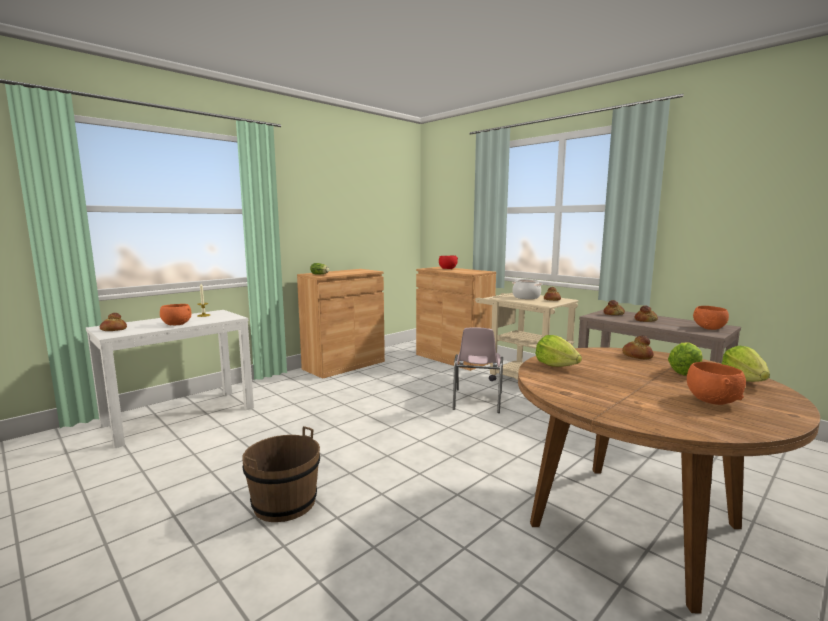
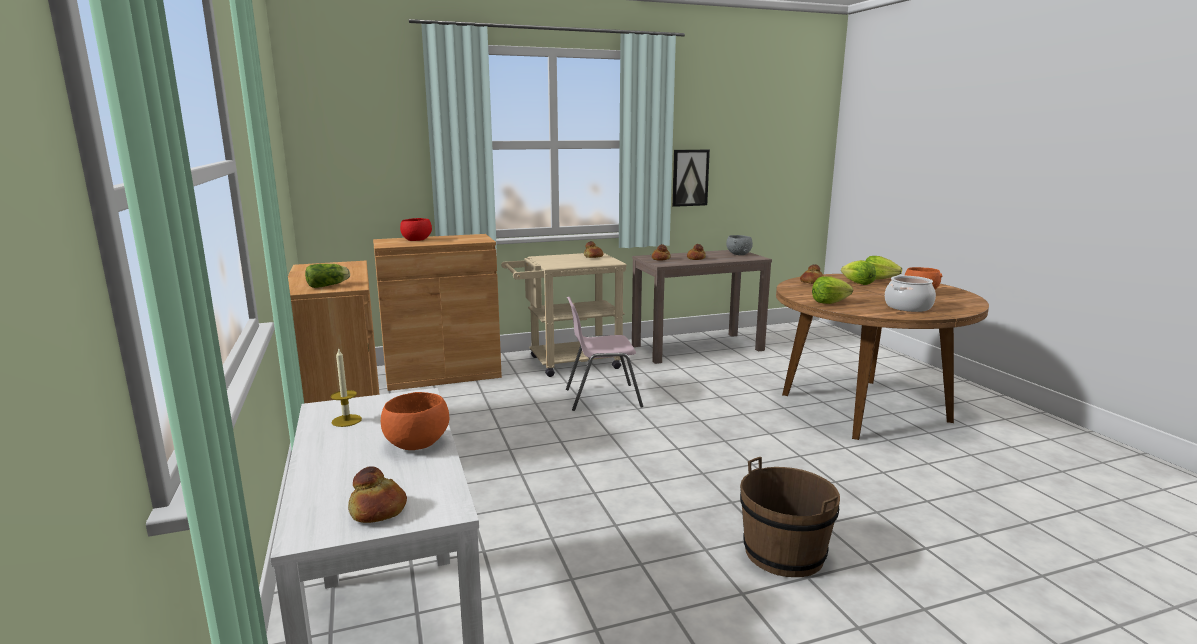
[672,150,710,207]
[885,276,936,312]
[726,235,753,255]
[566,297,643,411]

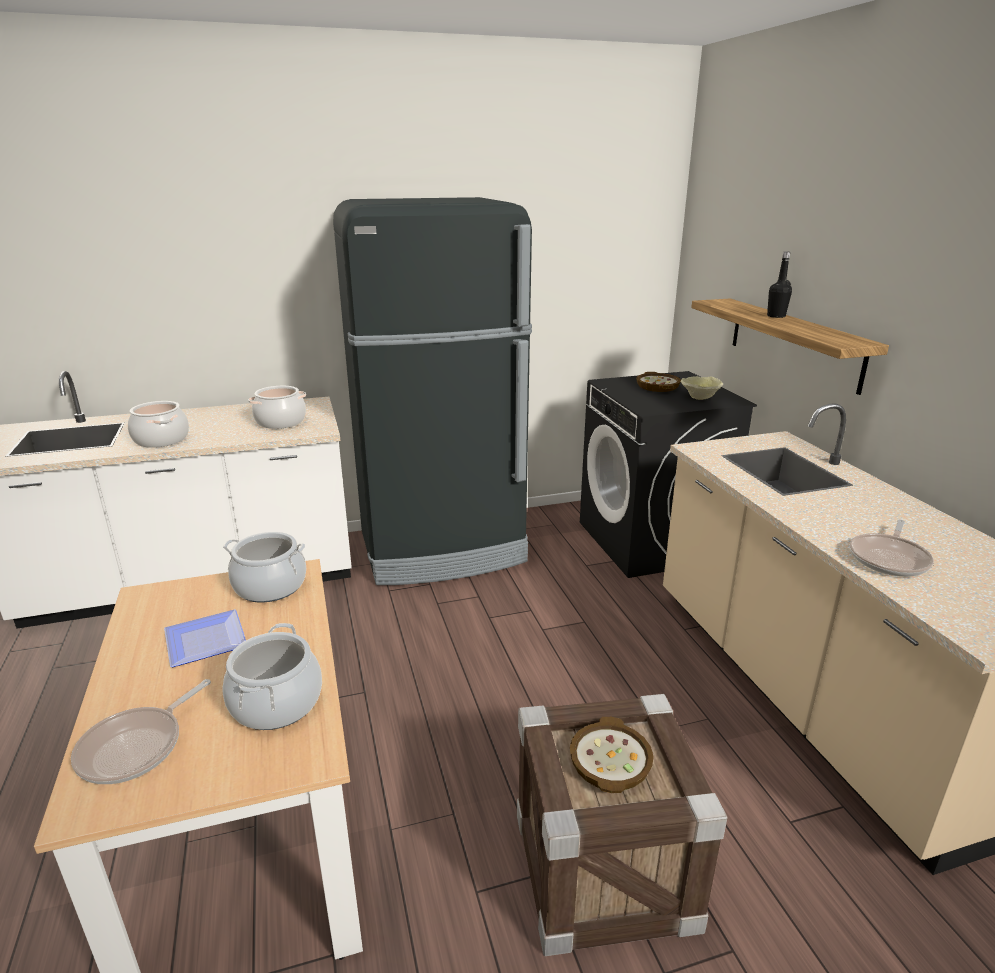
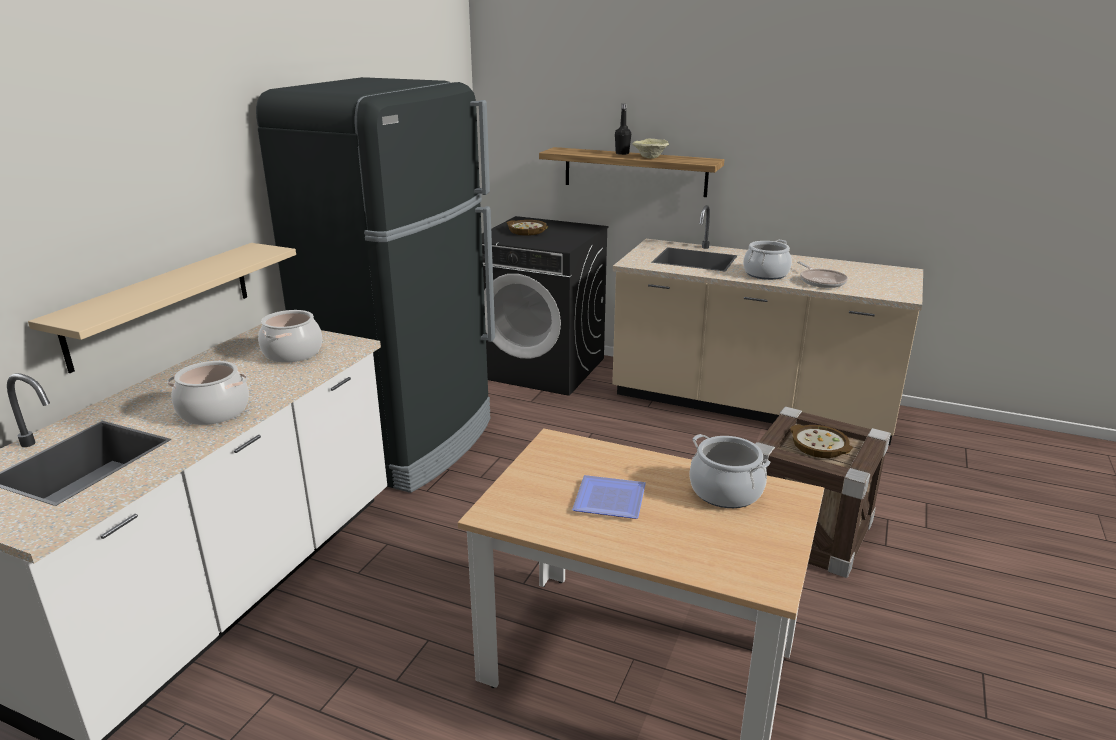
[71,679,211,784] (first image)
[28,243,296,373]
[743,240,792,280]
[633,138,669,159]

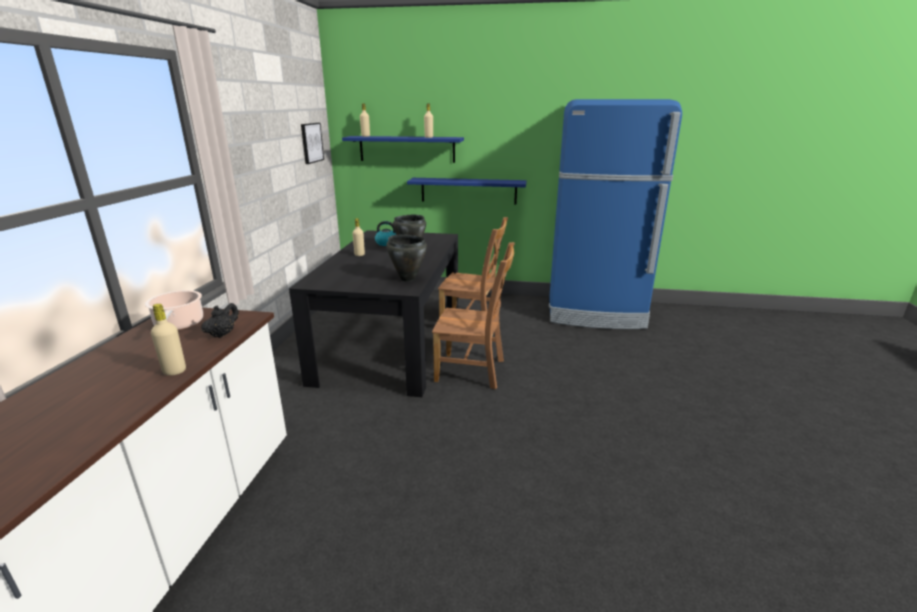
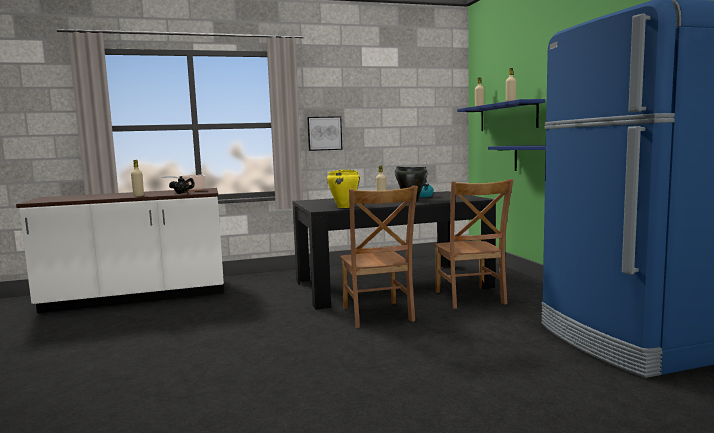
[307,116,342,151]
[327,170,360,208]

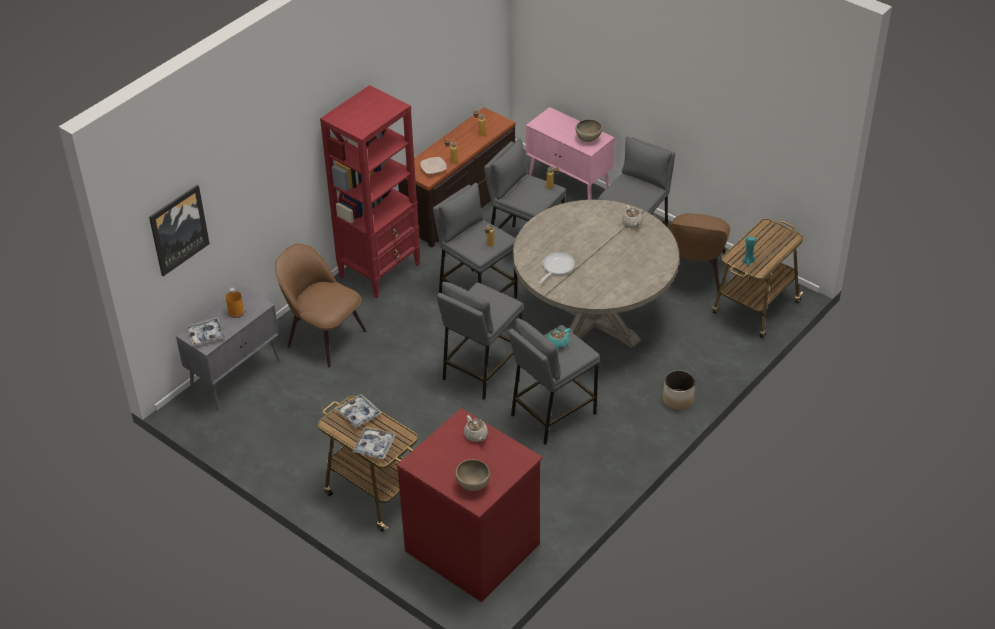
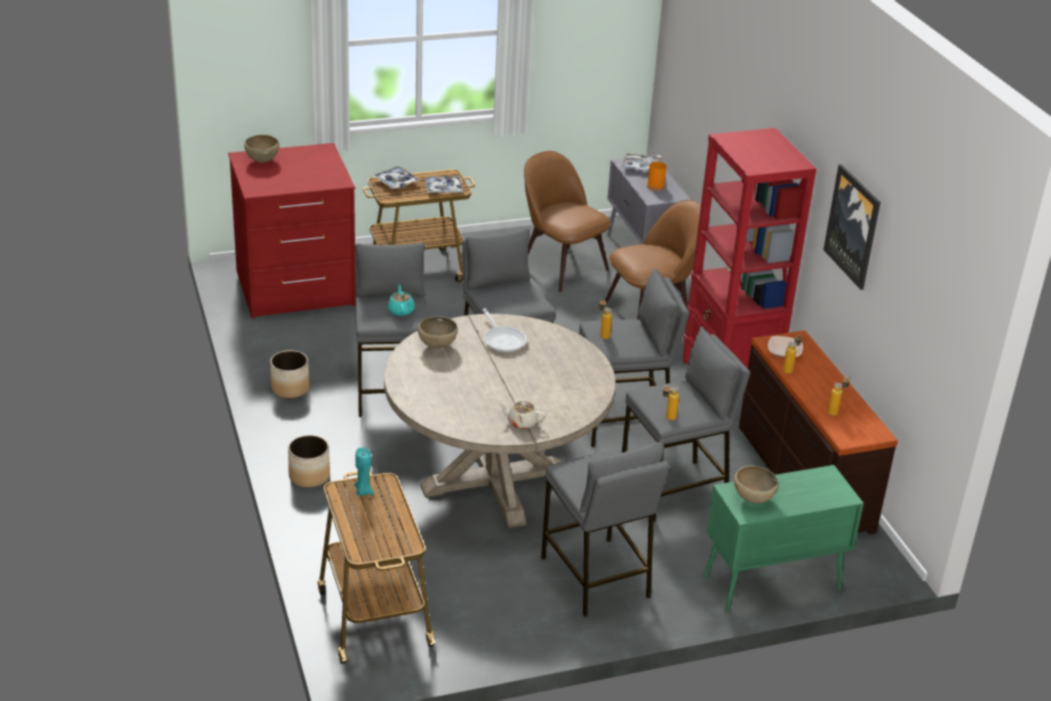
[464,415,488,442] (first image)
[270,350,309,398]
[418,316,458,349]
[823,164,881,290]
[524,151,611,292]
[704,465,864,613]

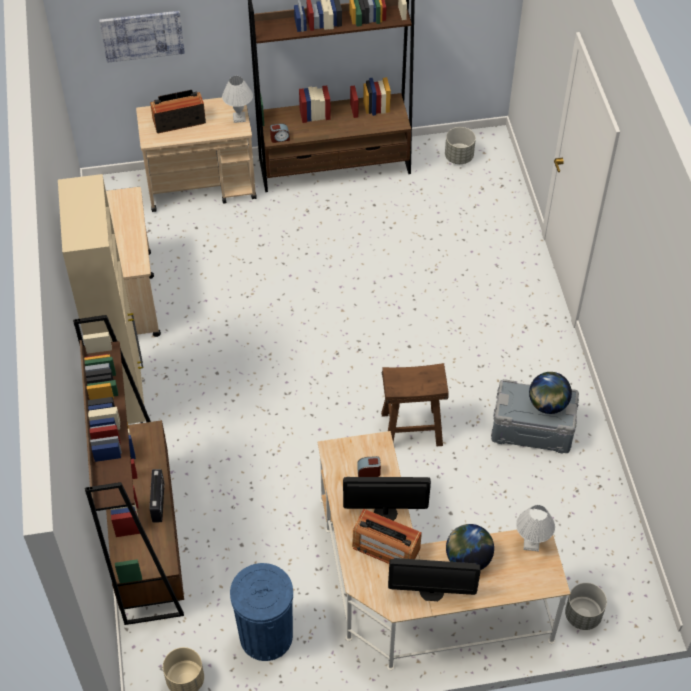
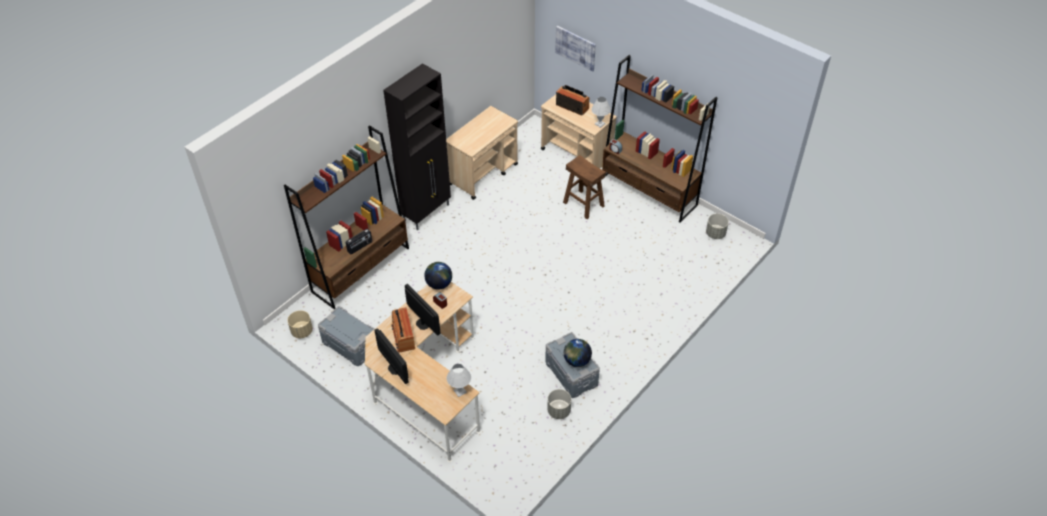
[563,155,606,219]
[424,262,452,290]
[547,389,571,419]
[318,306,374,366]
[383,63,451,230]

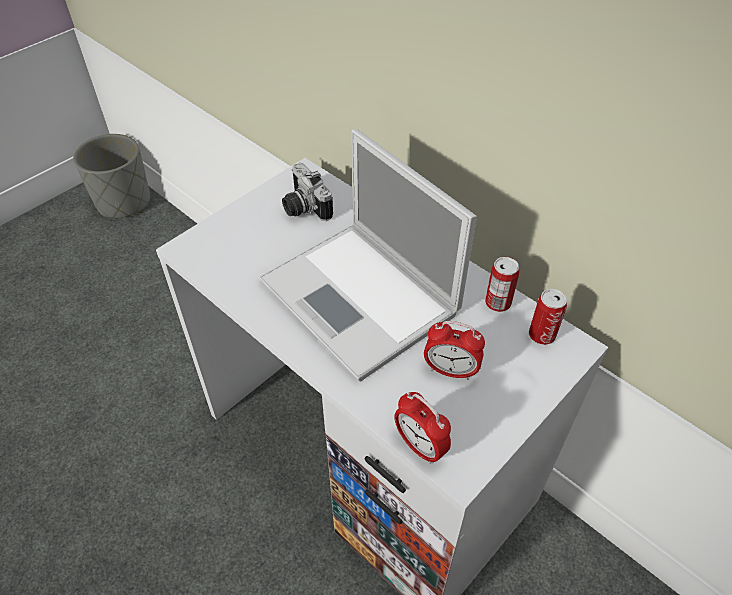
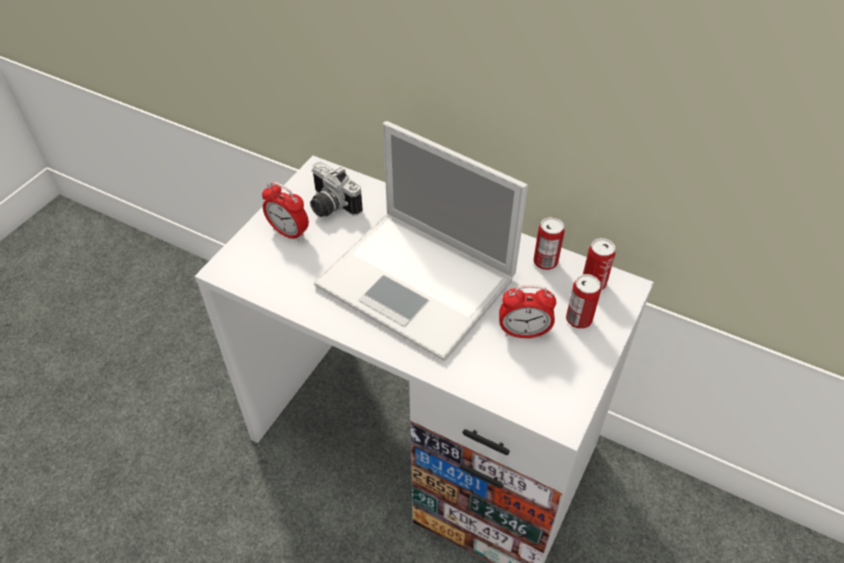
[73,134,150,218] (first image)
[566,274,601,328]
[262,182,309,242]

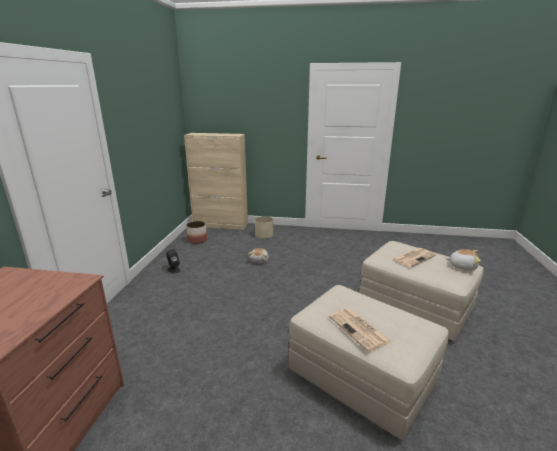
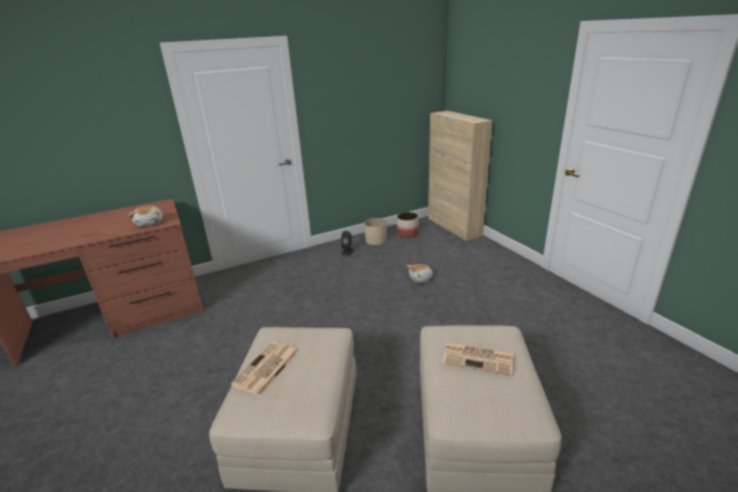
[364,218,387,245]
[128,205,163,226]

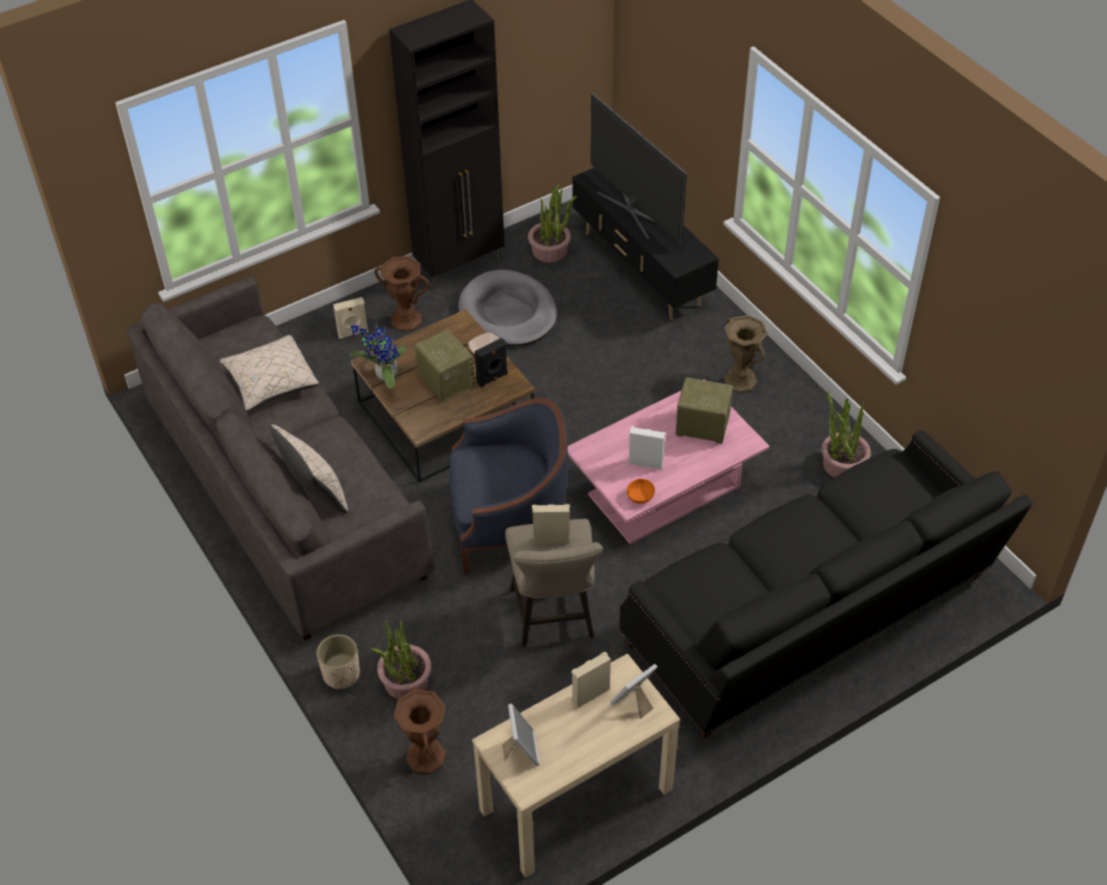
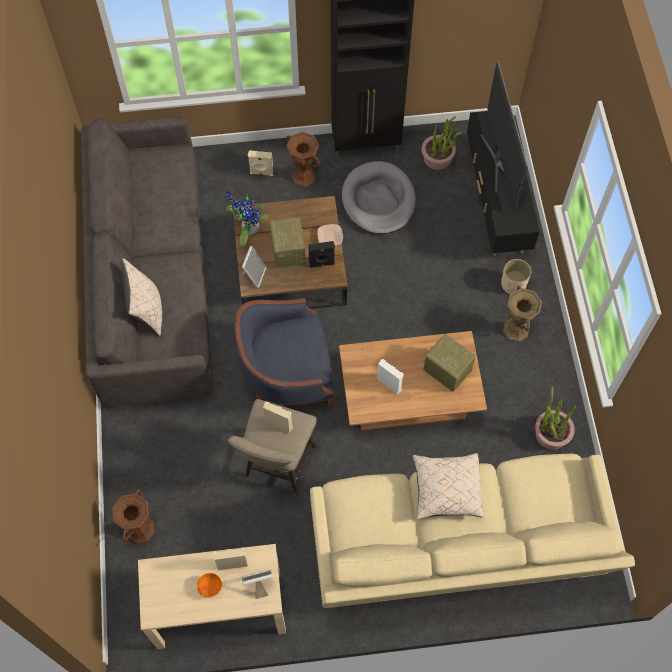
[371,620,432,699] (first image)
[413,453,484,519]
[501,259,531,294]
[241,246,267,288]
[197,573,222,597]
[339,331,487,431]
[310,454,635,608]
[234,298,333,411]

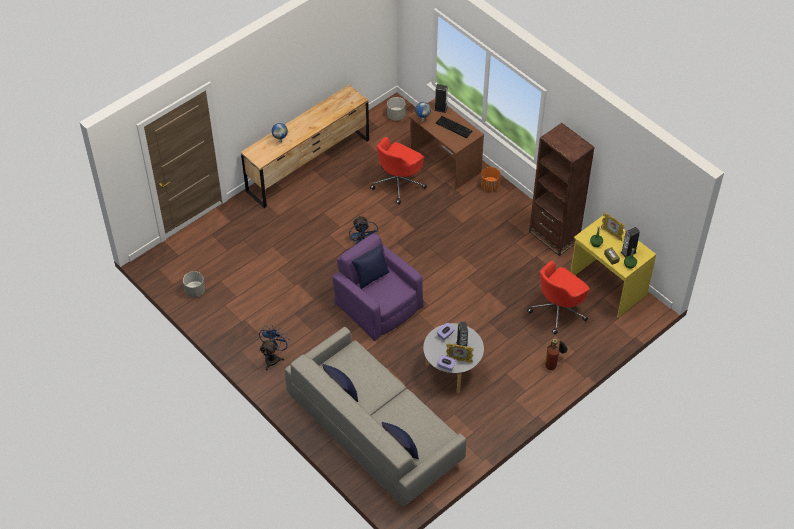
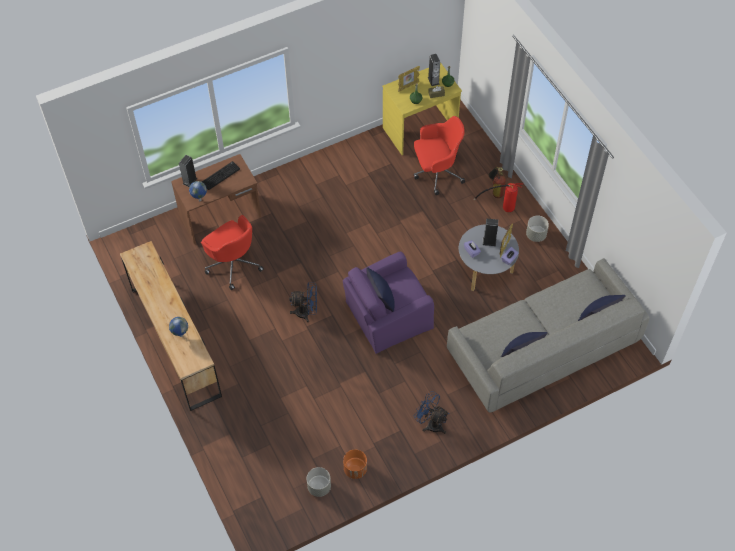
[529,123,595,256] (first image)
[474,183,523,212]
[526,216,549,242]
[343,450,367,479]
[414,116,465,195]

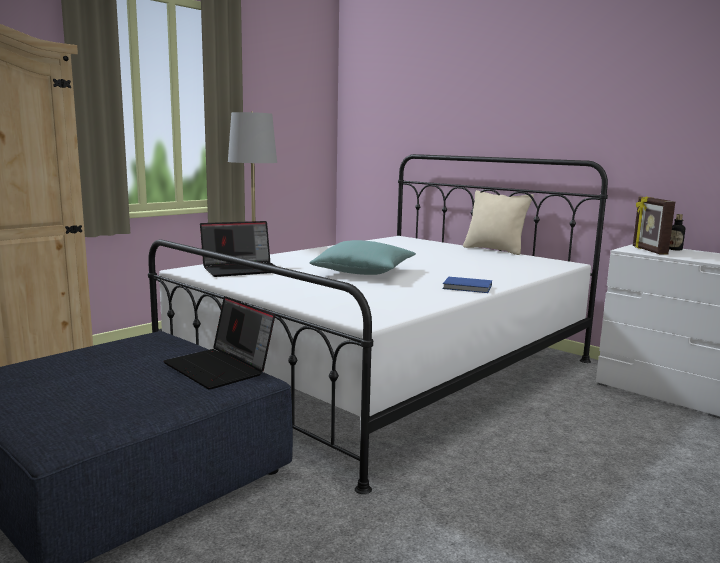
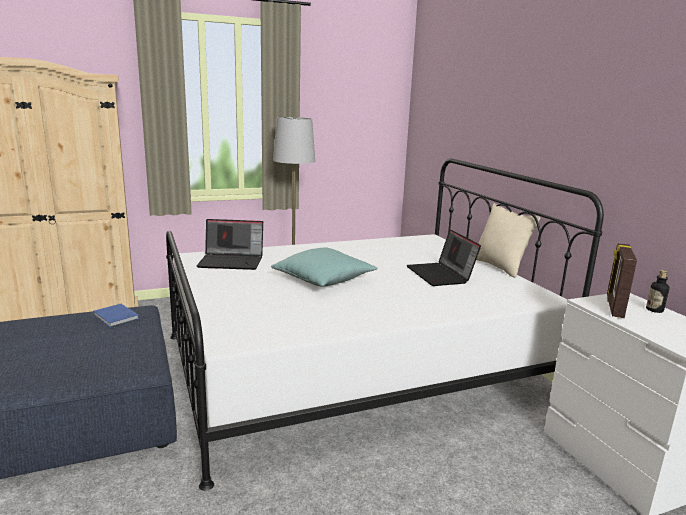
[406,229,481,286]
[93,304,139,327]

